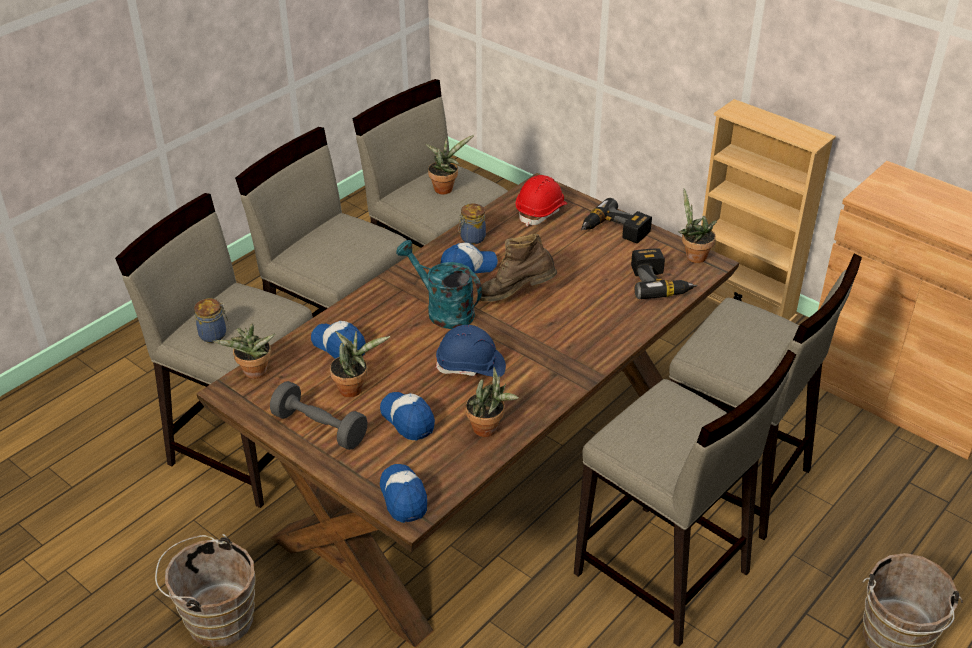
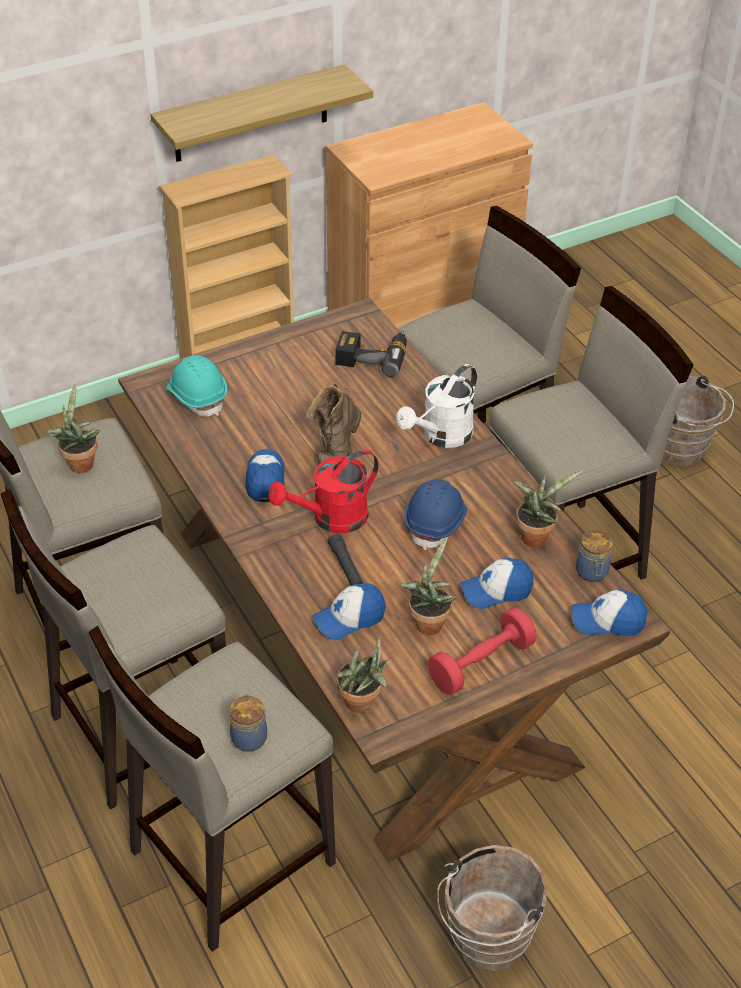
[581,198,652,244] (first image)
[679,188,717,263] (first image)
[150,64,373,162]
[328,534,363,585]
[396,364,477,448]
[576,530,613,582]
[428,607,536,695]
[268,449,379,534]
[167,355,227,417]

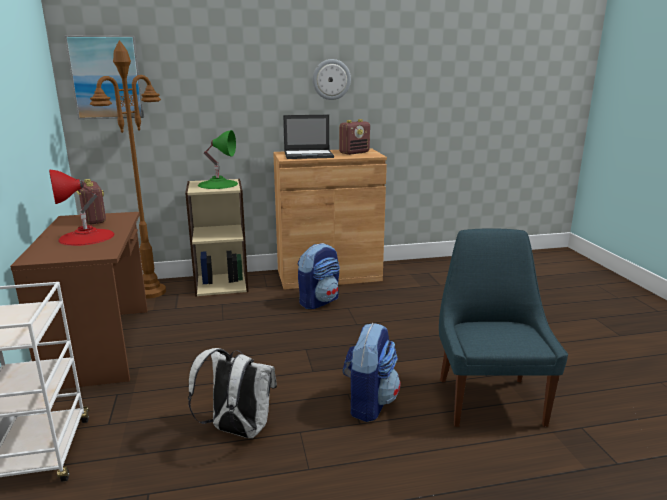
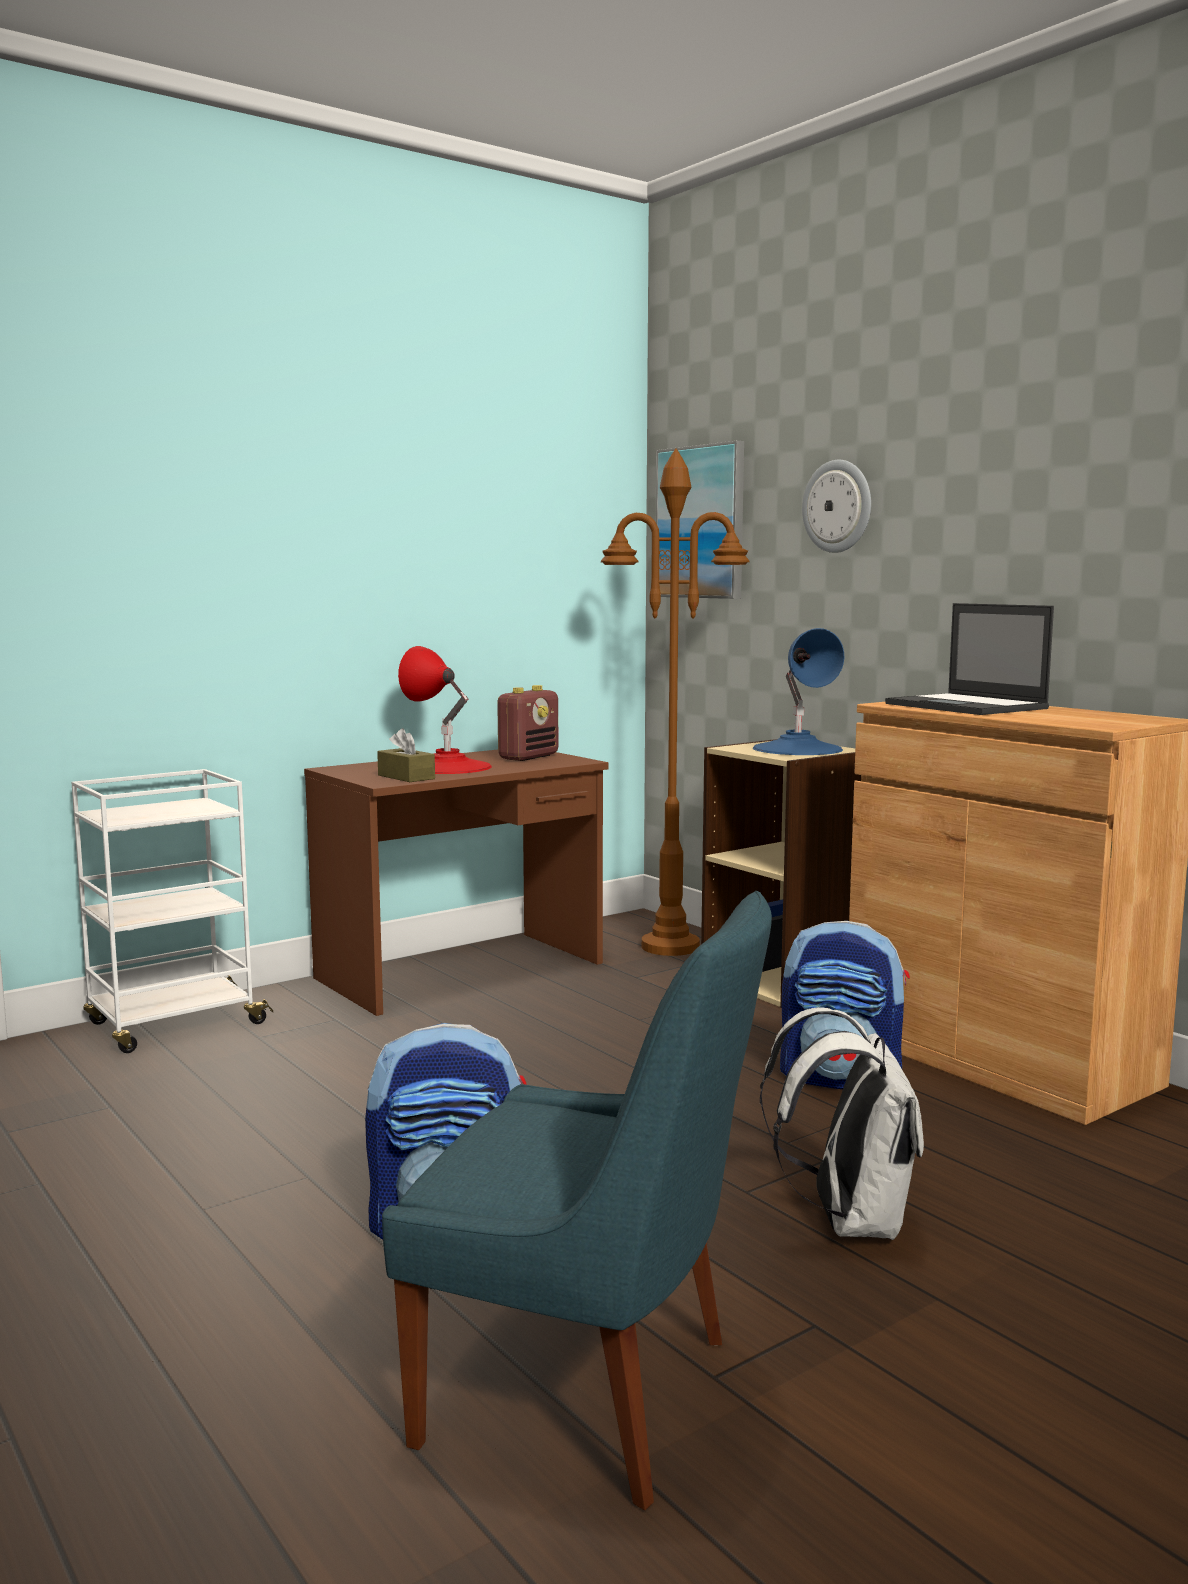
[339,119,370,155] (first image)
[377,728,435,782]
[760,1007,924,1240]
[802,460,871,553]
[753,628,844,755]
[382,891,772,1510]

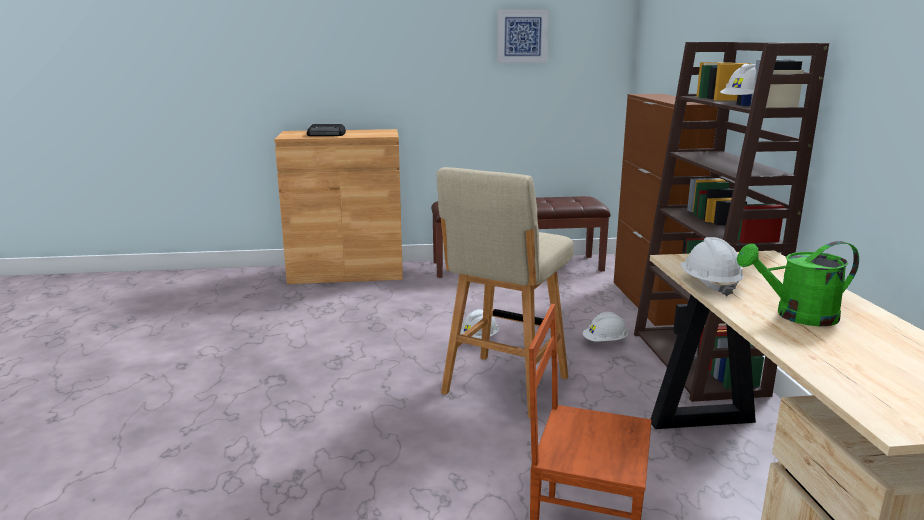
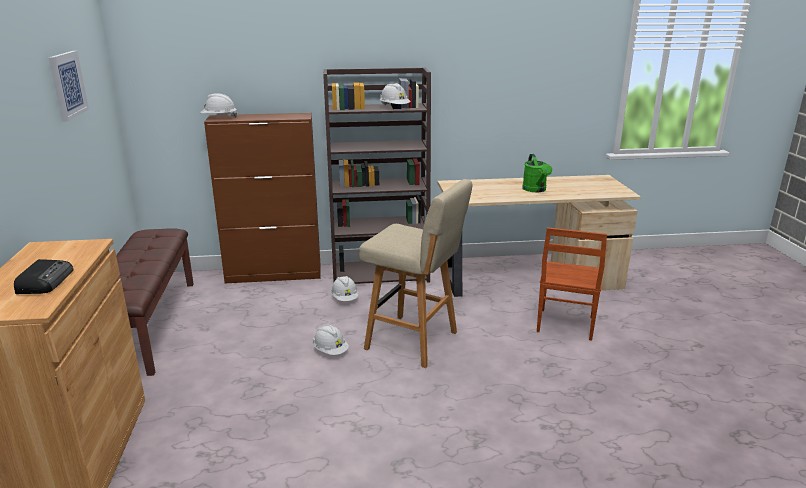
[200,93,238,118]

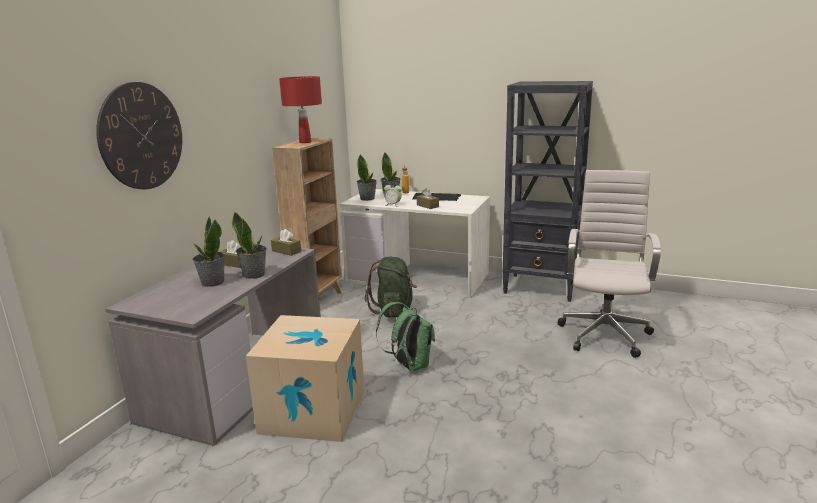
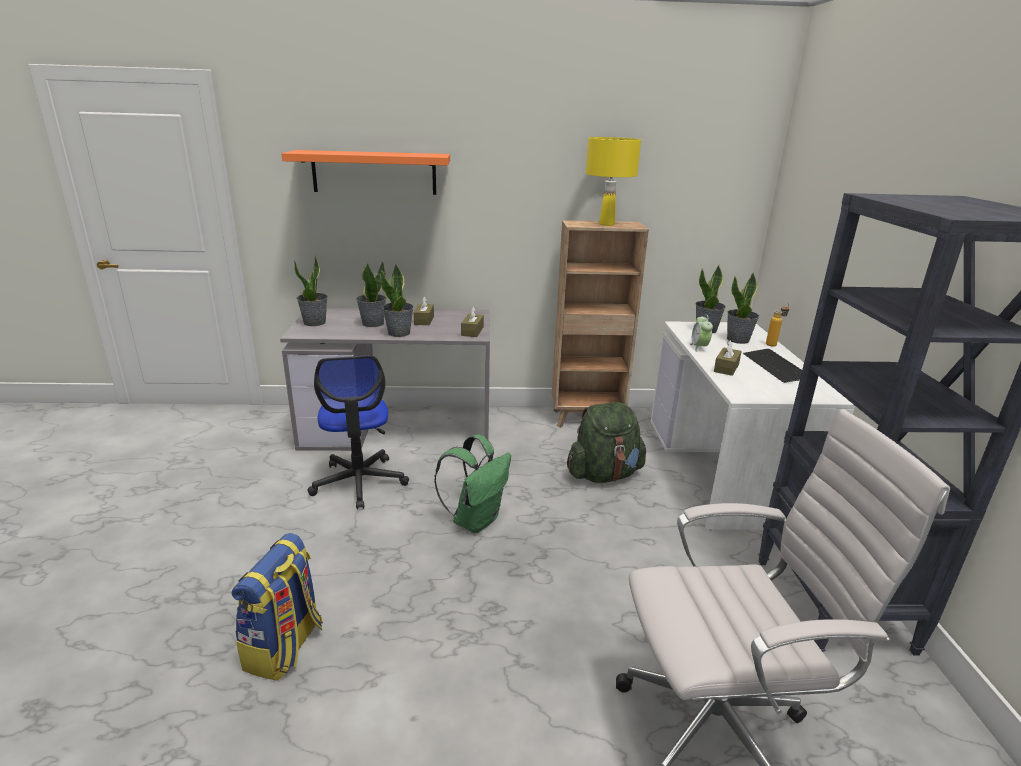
[232,533,323,681]
[294,256,328,326]
[281,150,450,195]
[307,355,409,509]
[586,137,641,226]

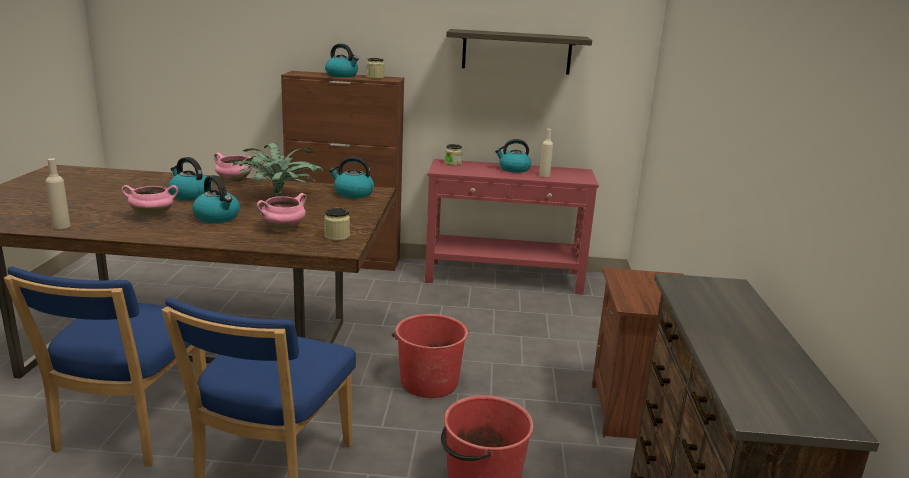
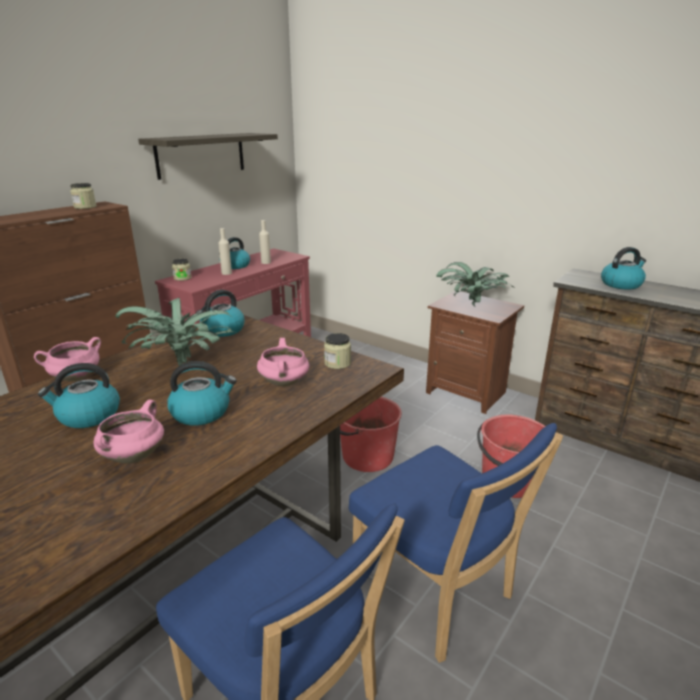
[436,262,516,306]
[218,228,232,275]
[601,247,646,290]

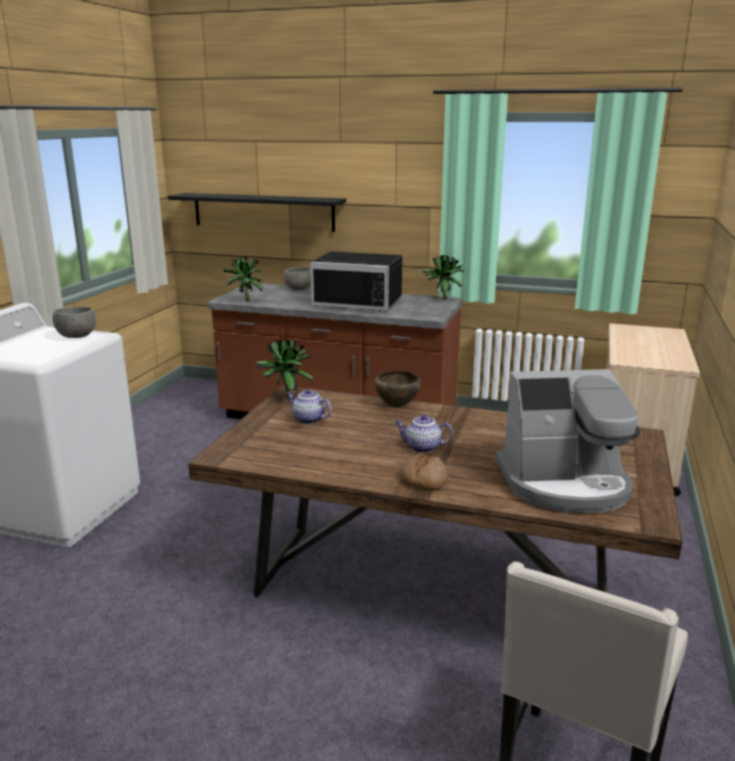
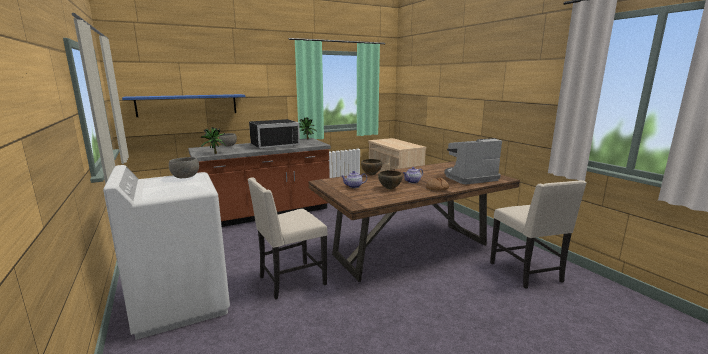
[256,340,313,399] (first image)
[247,177,328,299]
[378,170,403,190]
[122,94,245,117]
[445,138,502,184]

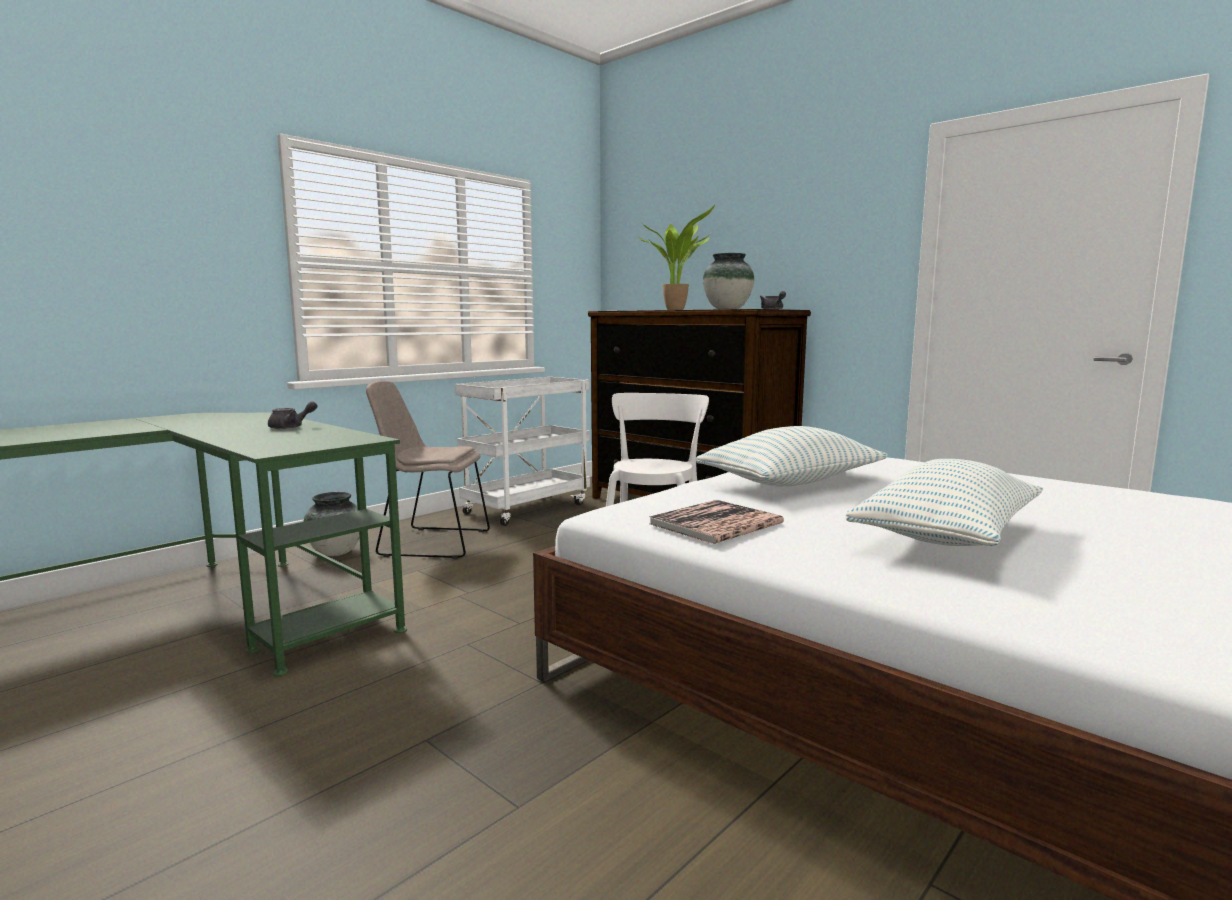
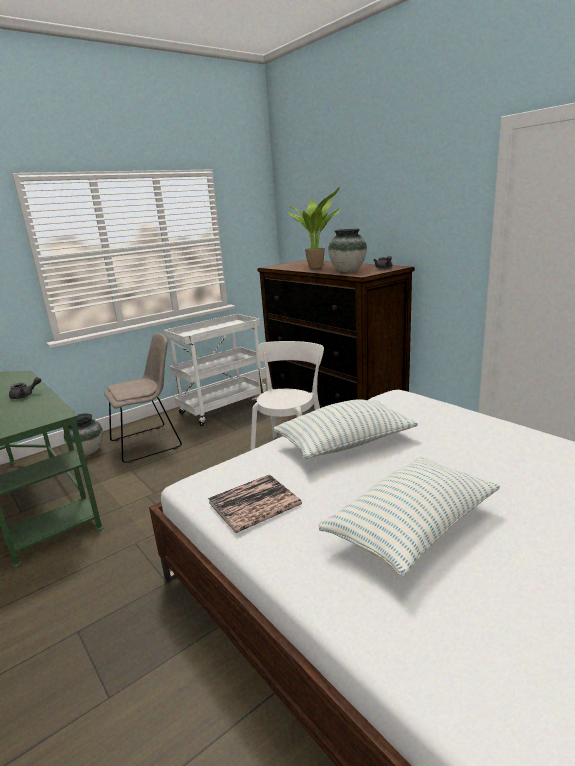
[104,333,182,463]

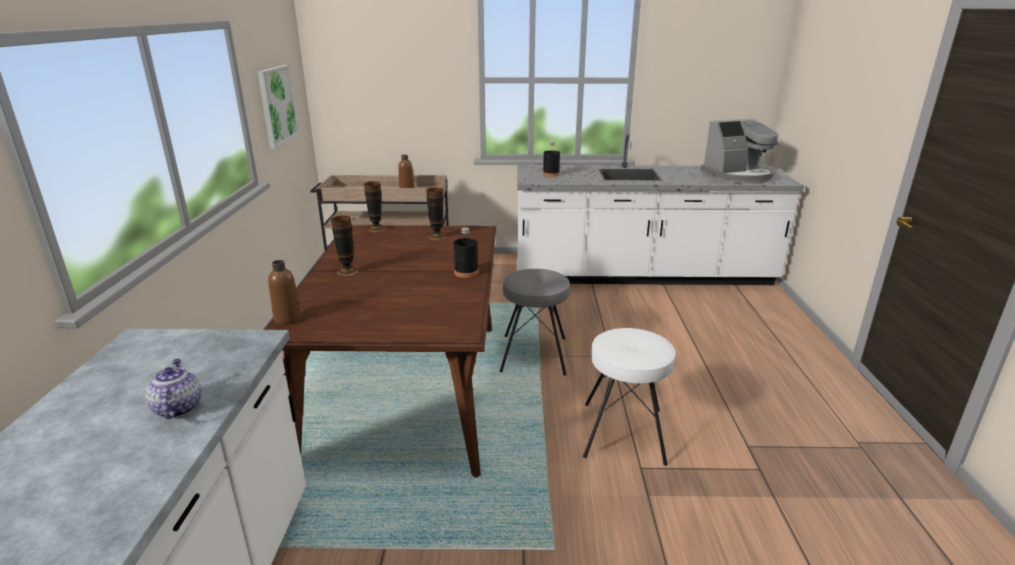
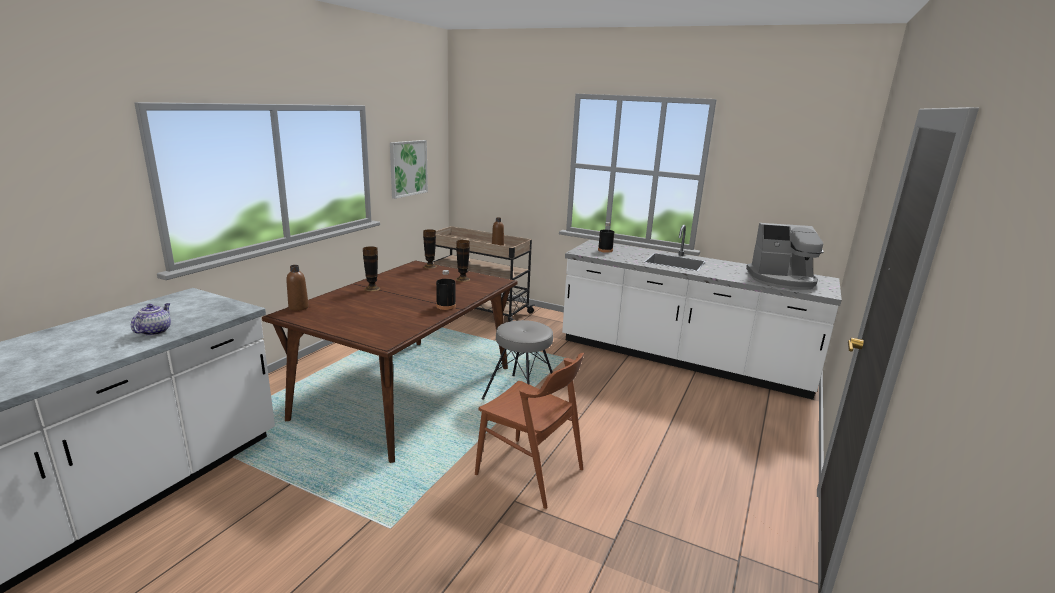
[475,353,584,509]

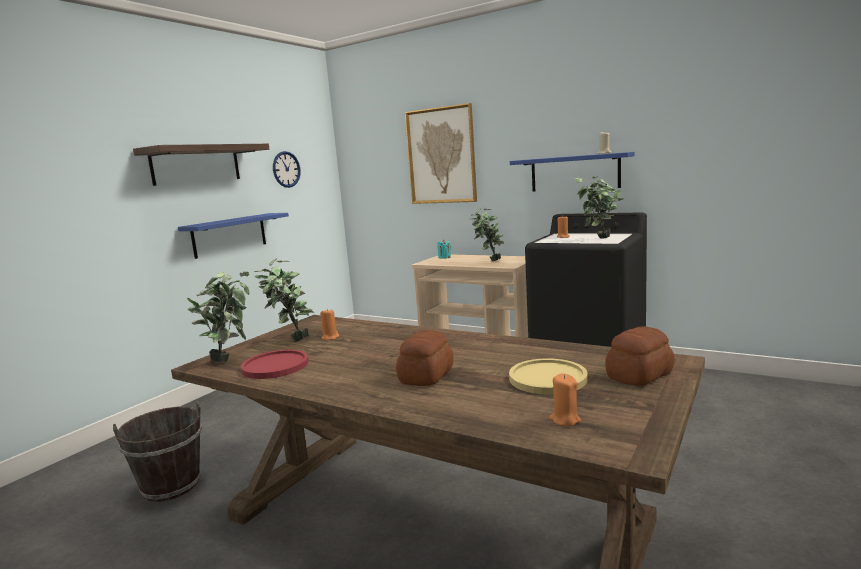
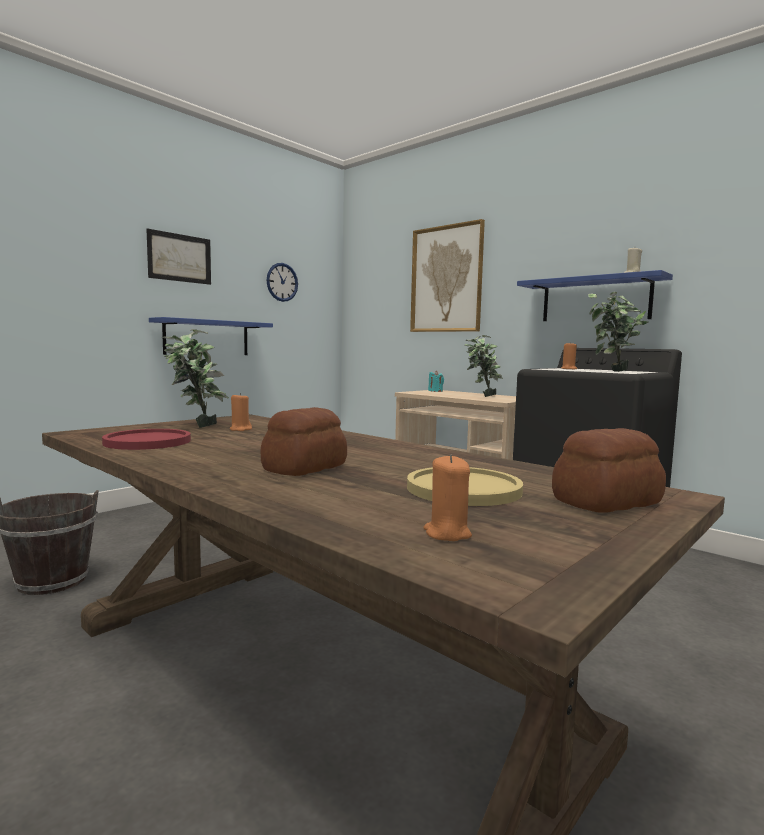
[187,272,249,362] (first image)
[146,228,211,285]

